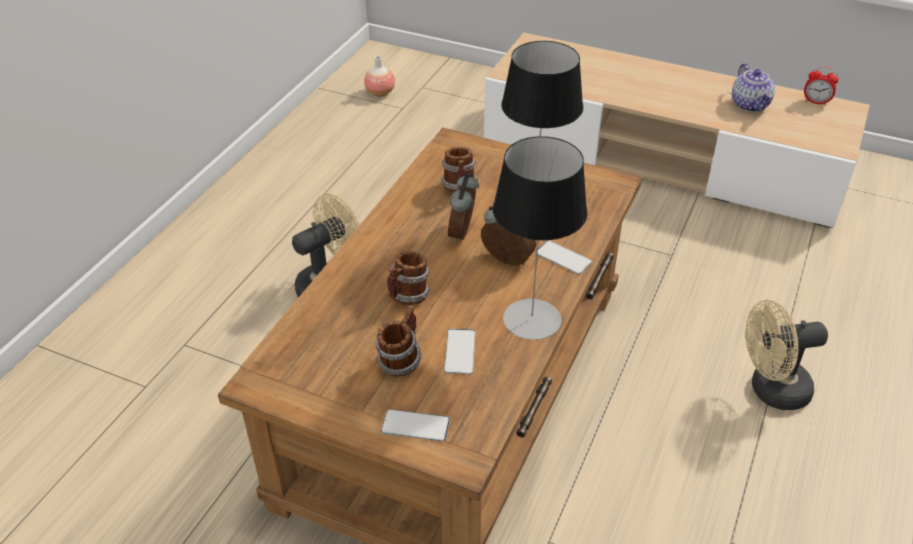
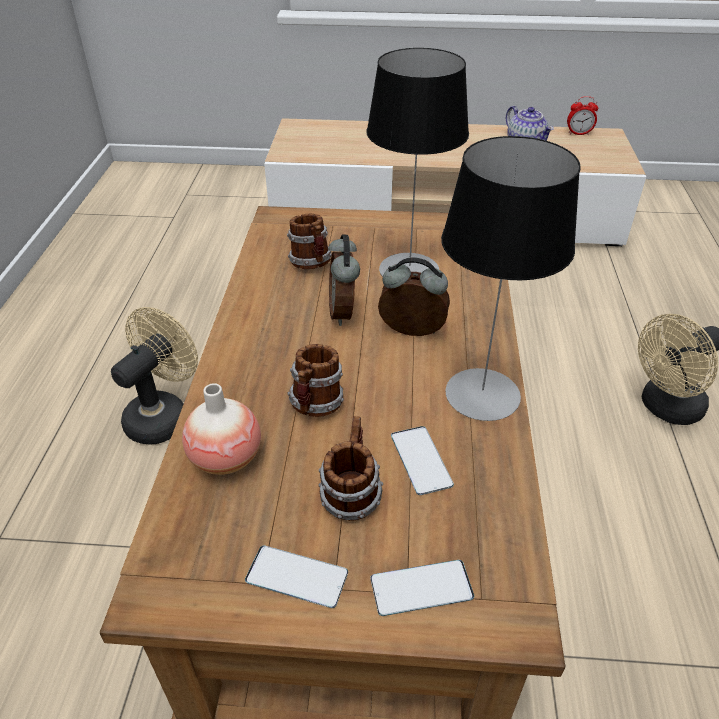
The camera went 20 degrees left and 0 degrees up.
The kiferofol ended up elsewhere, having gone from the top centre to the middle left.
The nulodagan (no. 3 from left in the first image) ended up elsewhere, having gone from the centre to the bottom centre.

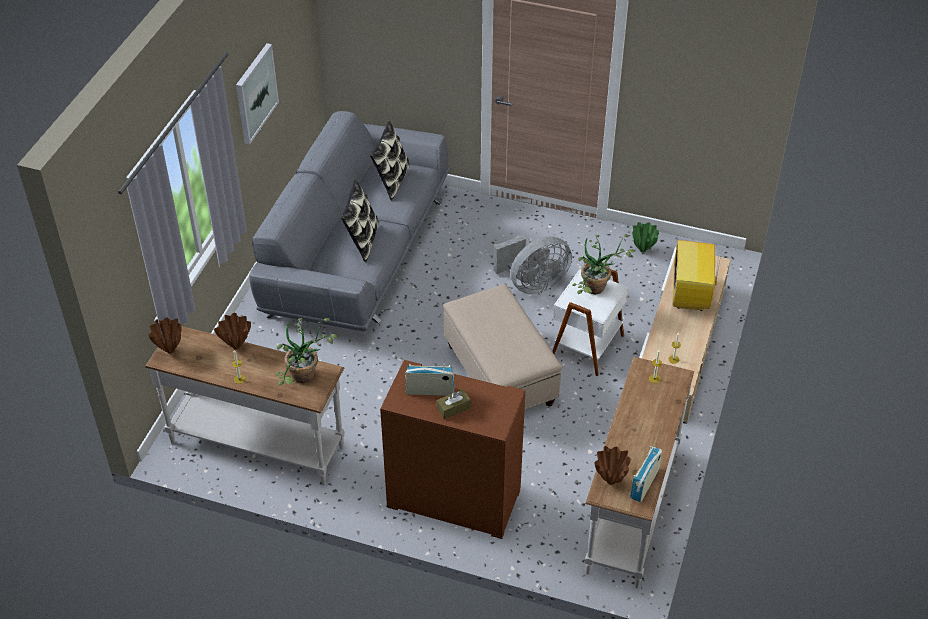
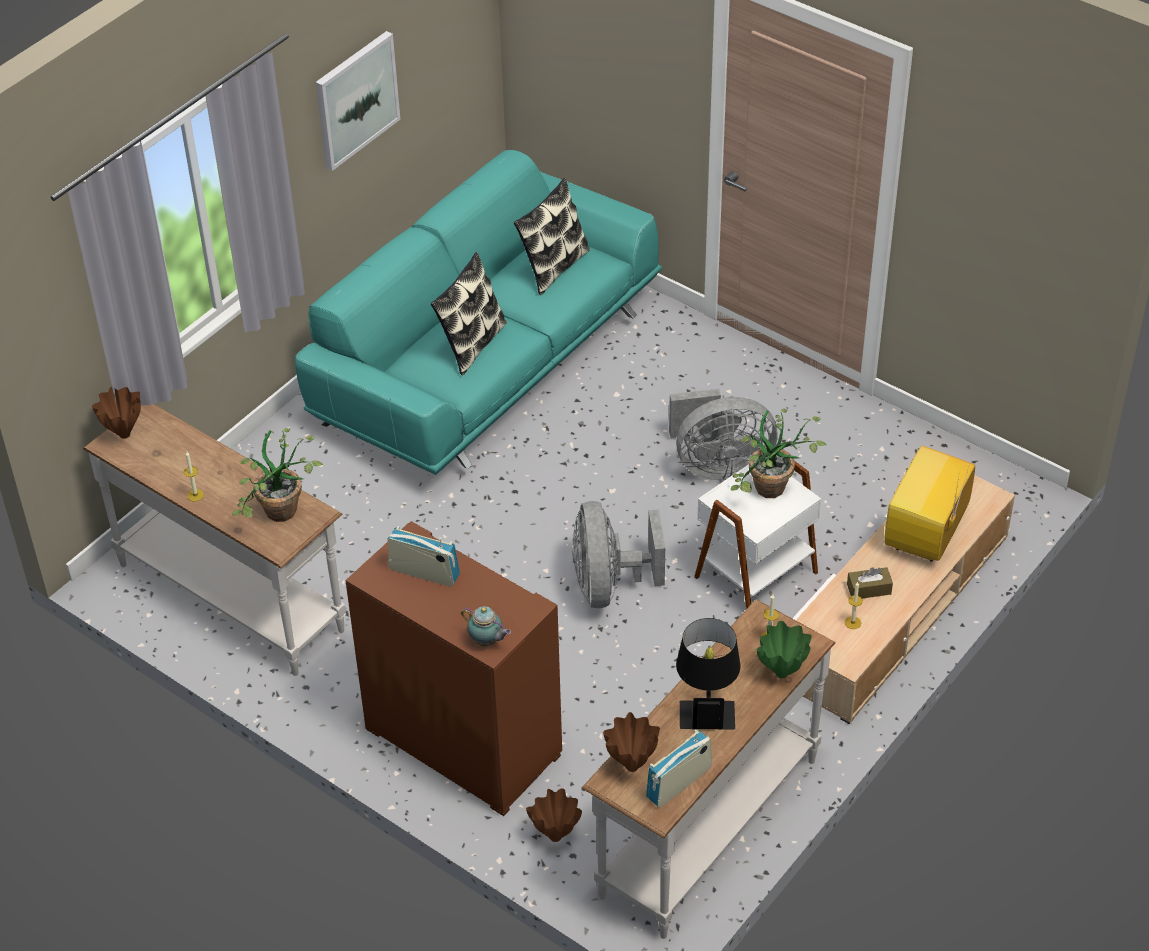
The camera went 20 degrees right and 0 degrees up.
The second view gained the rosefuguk at the centre.
The second view gained the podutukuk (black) at the bottom centre.
The kiferofol (brown) (no. 2 from left) ended up elsewhere, having gone from the middle left to the bottom centre.
The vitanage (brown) ended up elsewhere, having gone from the centre to the middle right.
The kiferofol (green) ended up elsewhere, having gone from the middle right to the bottom right.
Where the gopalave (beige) stood at the centre, the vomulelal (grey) (no. 1 from left) came to stand at the centre.
What was the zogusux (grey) at the centre turned into the zogusux (turquoise) at the top centre.

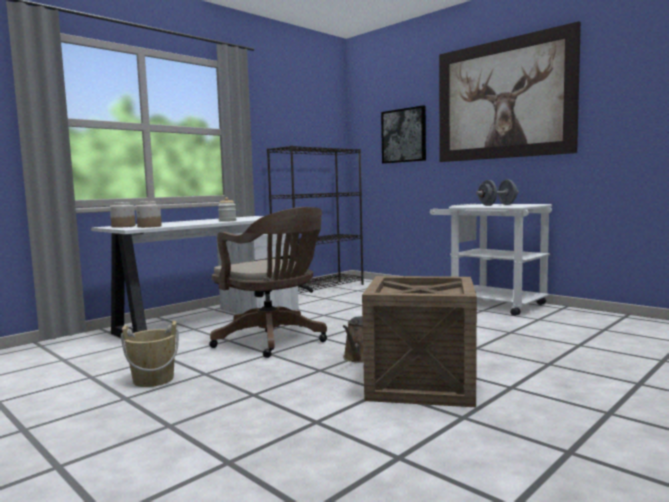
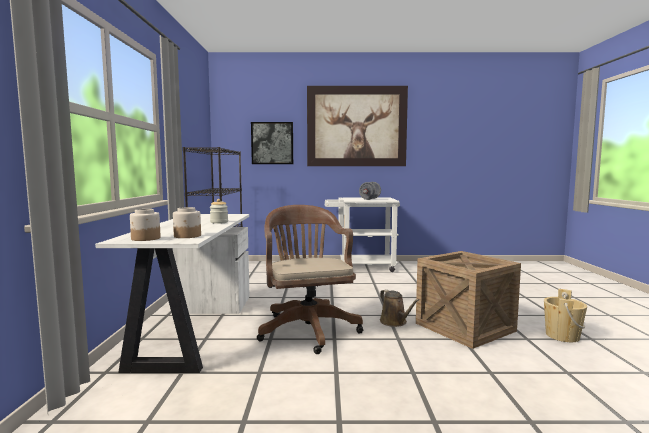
The camera went 45 degrees left and 0 degrees up.
The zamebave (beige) ended up elsewhere, having gone from the bottom left to the bottom right.
The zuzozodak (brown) at the centre ended up facing another way, 105 degrees counterclockwise from before.

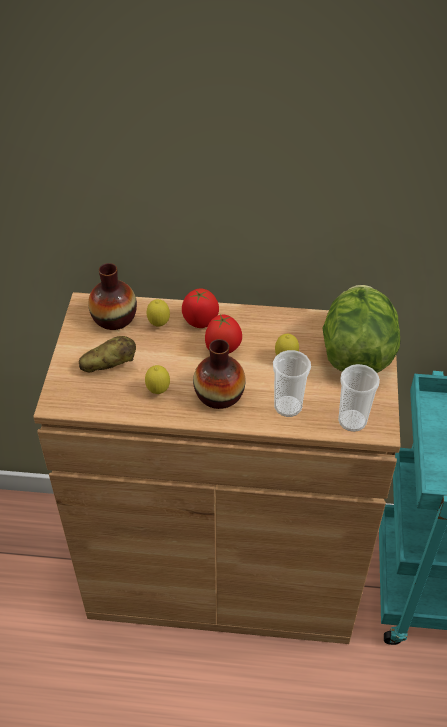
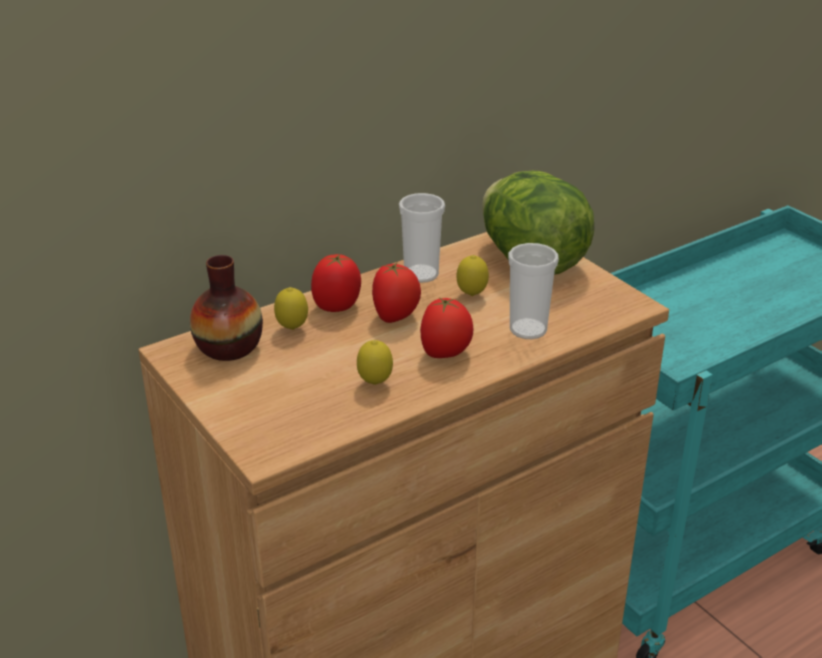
The camera went 40 degrees left and 15 degrees down.
The second view lost the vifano at the middle left.
The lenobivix (no. 2 from left in the first image) ended up elsewhere, having gone from the middle right to the centre.
Where the kiferofol (no. 2 from left) stood at the centre, the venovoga (no. 3 from left) came to stand at the centre.

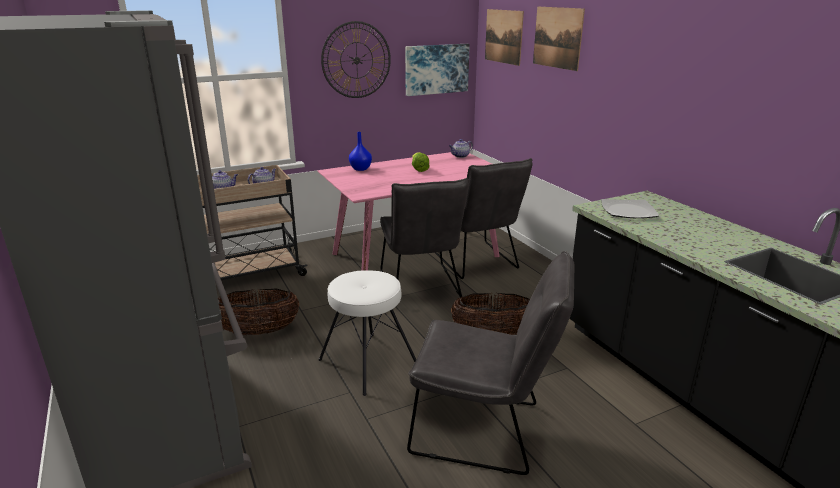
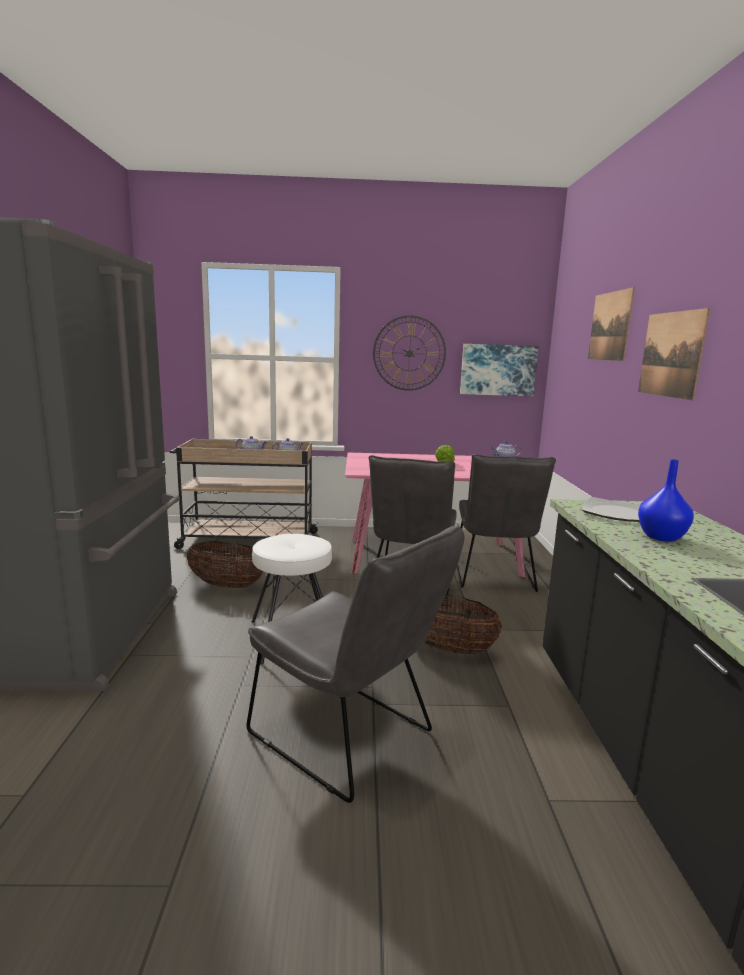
The camera went 25 degrees right and 10 degrees down.
The kiferofol (blue) ended up elsewhere, having gone from the top centre to the middle right.
The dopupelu (no. 2 from left in the first image) ended up elsewhere, having gone from the top centre to the middle right.

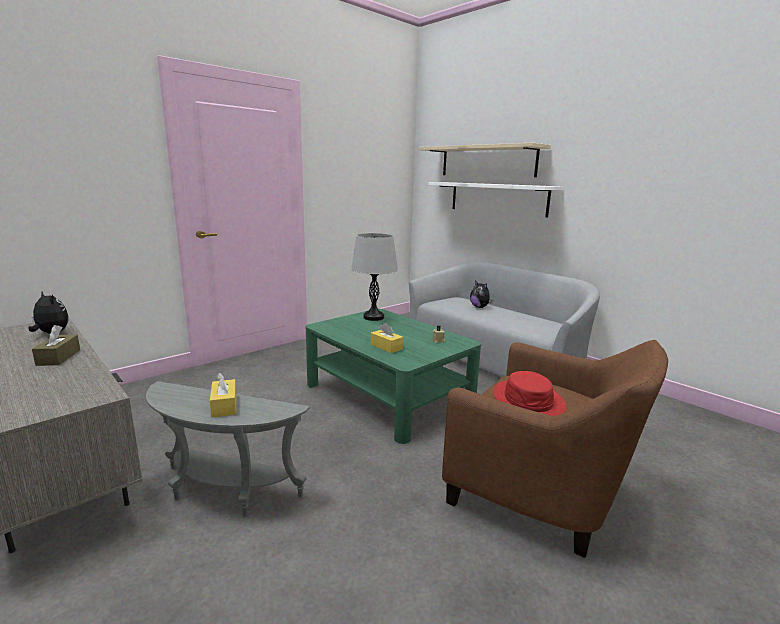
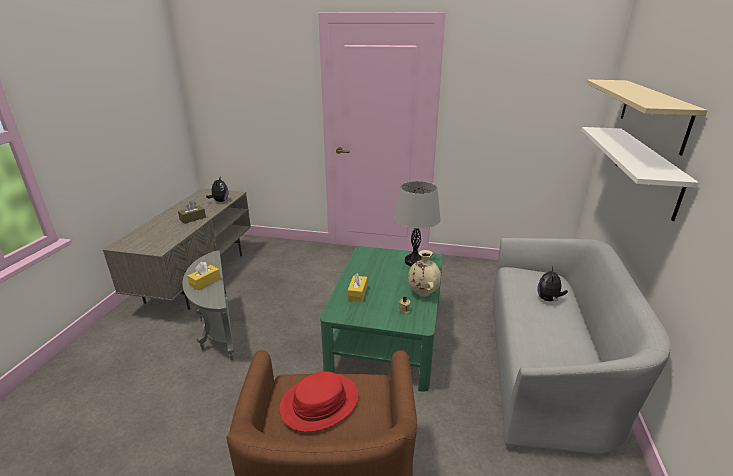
The camera went 55 degrees right and 10 degrees up.
The second view gained the kiferofol (beige) at the centre.

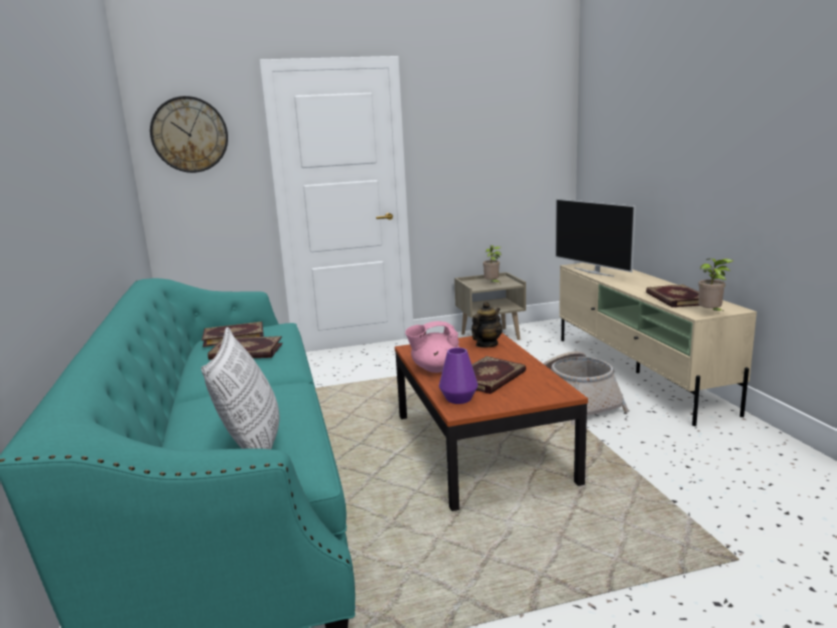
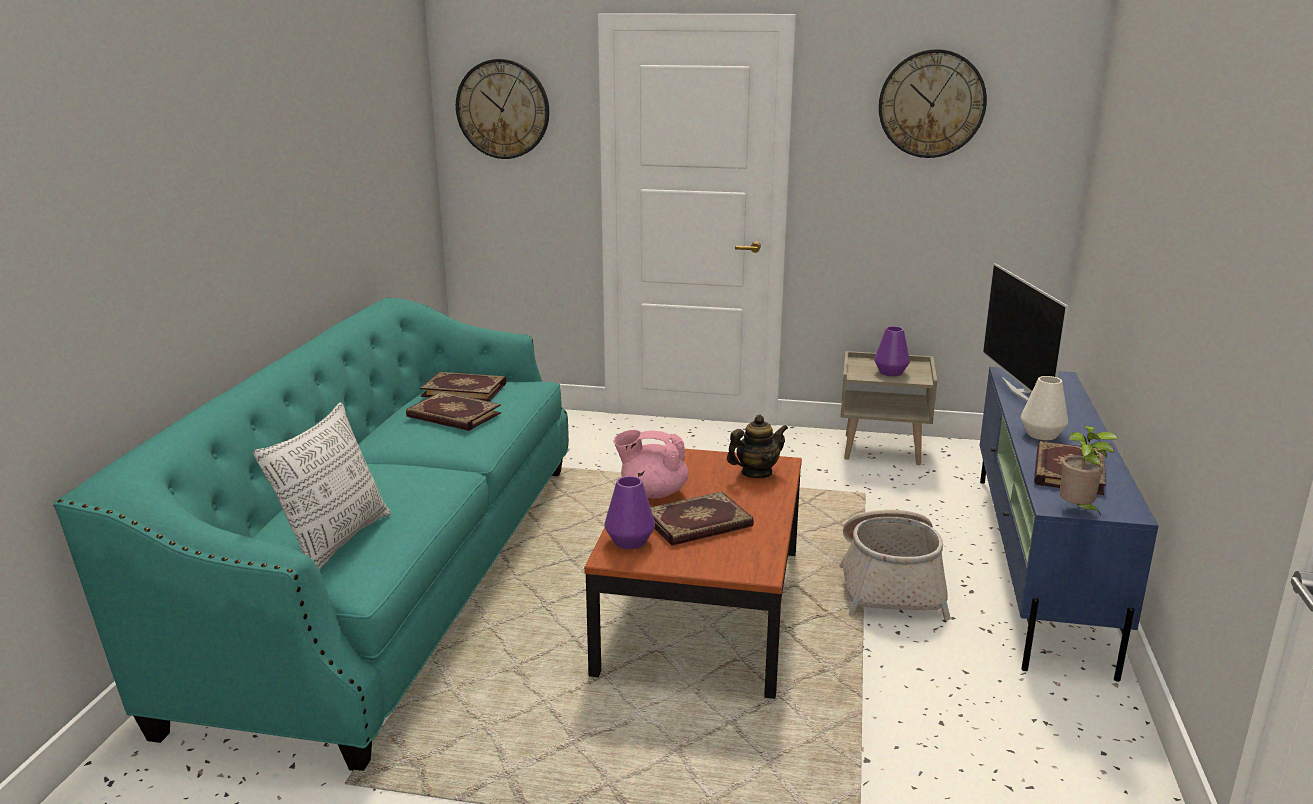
The camera went 25 degrees right and 5 degrees up.
The second view gained the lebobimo (no. 2 from left) at the top right.
The second view gained the kiferofol (white) at the middle right.
Where the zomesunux (no. 1 from left) stood at the centre, the kiferofol (purple) (no. 2 from left) came to stand at the middle right.
What was the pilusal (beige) at the middle right turned into the pilusal (blue) at the middle right.

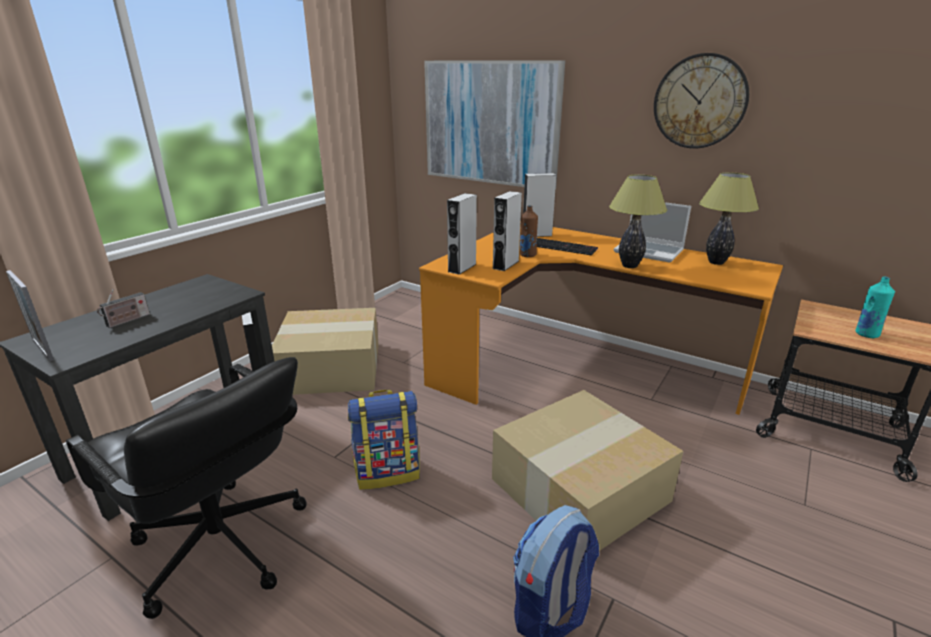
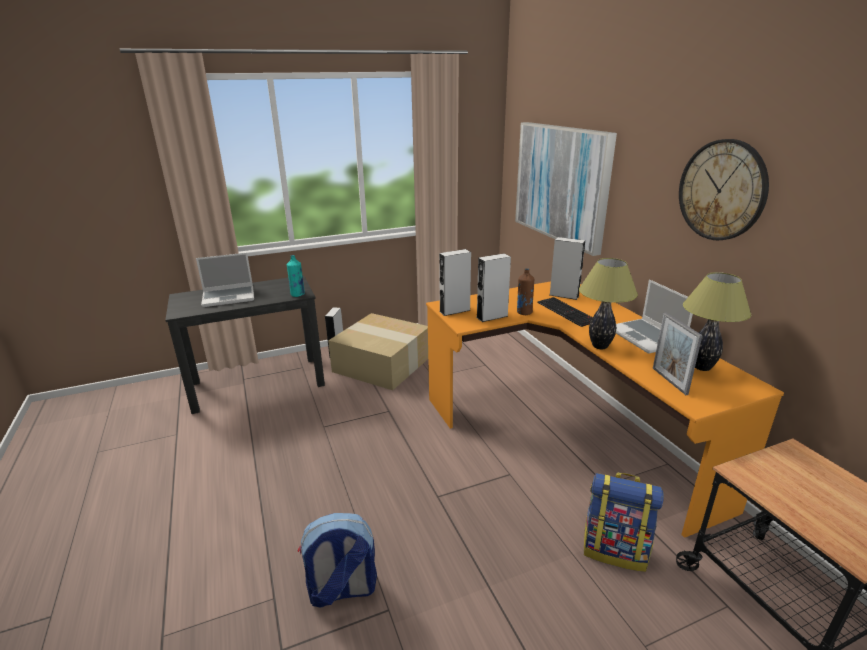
The camera went 35 degrees right and 0 degrees up.
The second view lost the zuzozodak (black) at the bottom left.
The second view lost the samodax (no. 2 from left) at the bottom centre.
The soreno ended up elsewhere, having gone from the middle left to the middle right.
The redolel (no. 1 from left in the first image) ended up elsewhere, having gone from the bottom centre to the bottom right.
The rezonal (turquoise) ended up elsewhere, having gone from the middle right to the centre.
Where the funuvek stood at the middle left, the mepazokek (no. 1 from left) came to stand at the middle left.

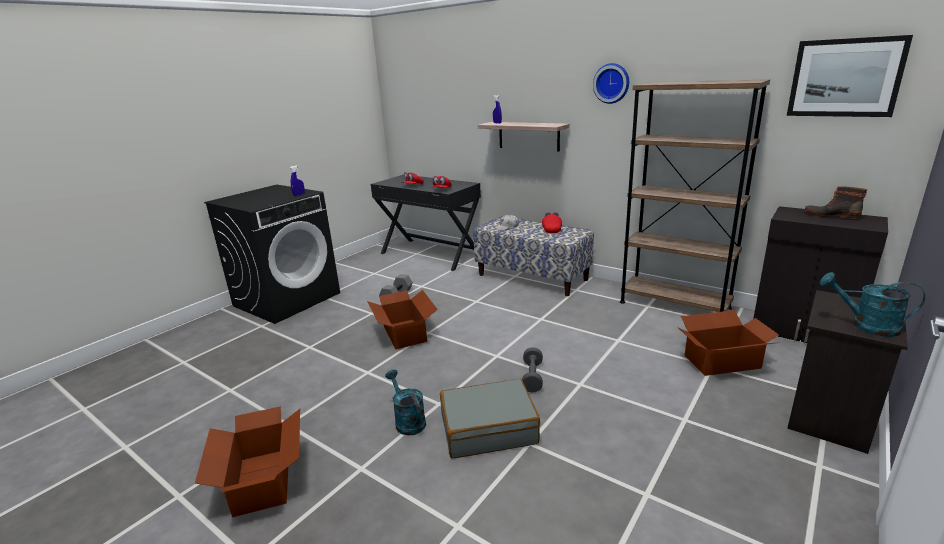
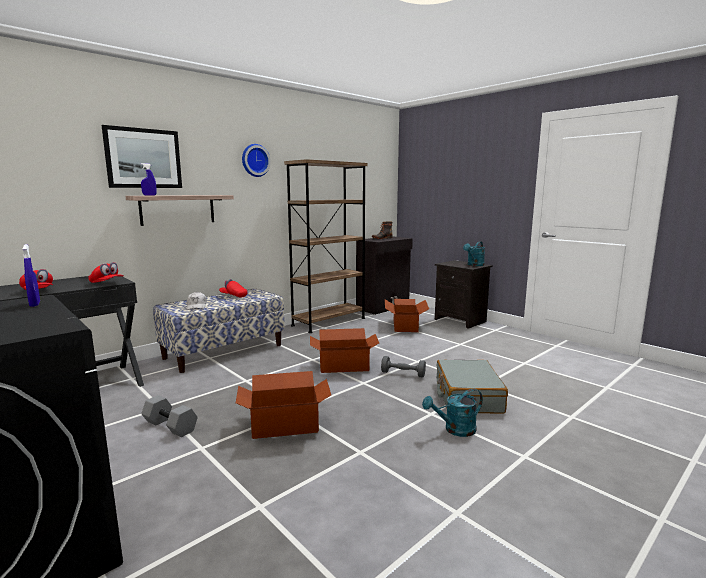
The camera went 80 degrees left and 10 degrees down.
The samodax (no. 1 from left in the first image) ended up elsewhere, having gone from the bottom left to the centre.
The dopupelu ended up elsewhere, having gone from the top right to the top left.

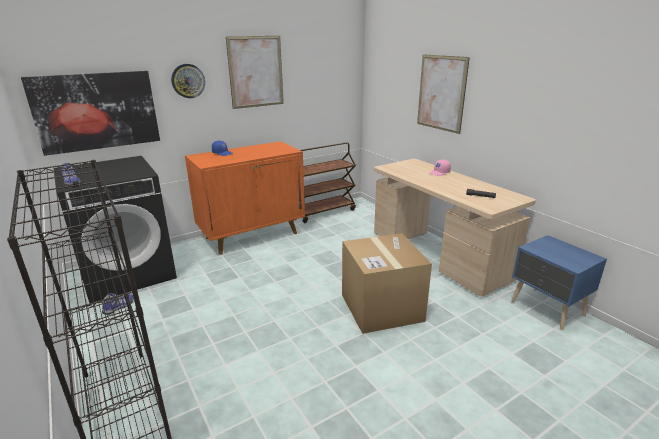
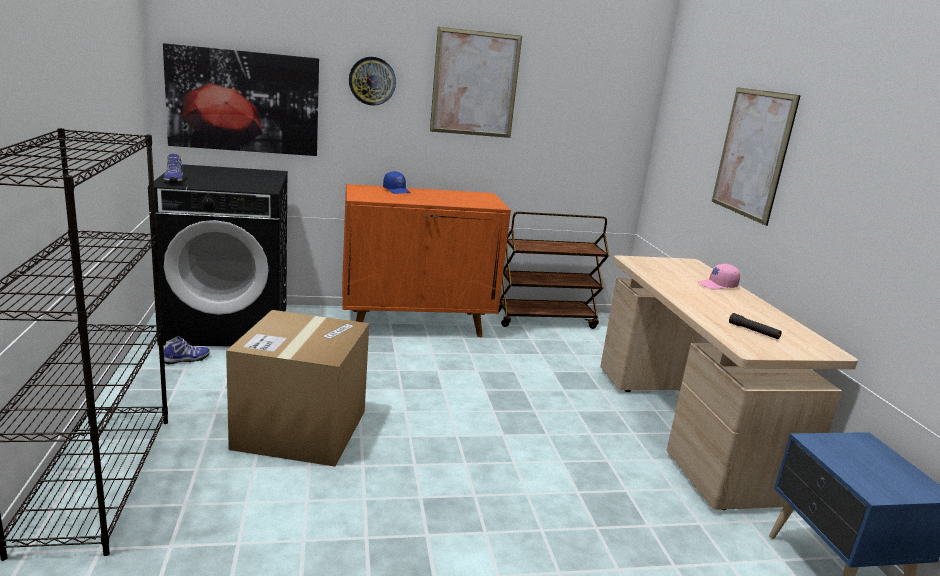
The camera went 20 degrees right and 5 degrees down.
The samodax ended up elsewhere, having gone from the centre to the bottom left.

